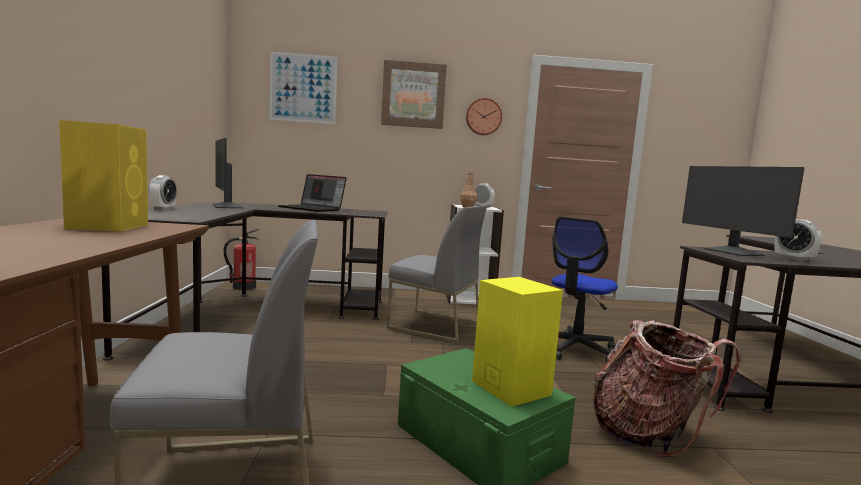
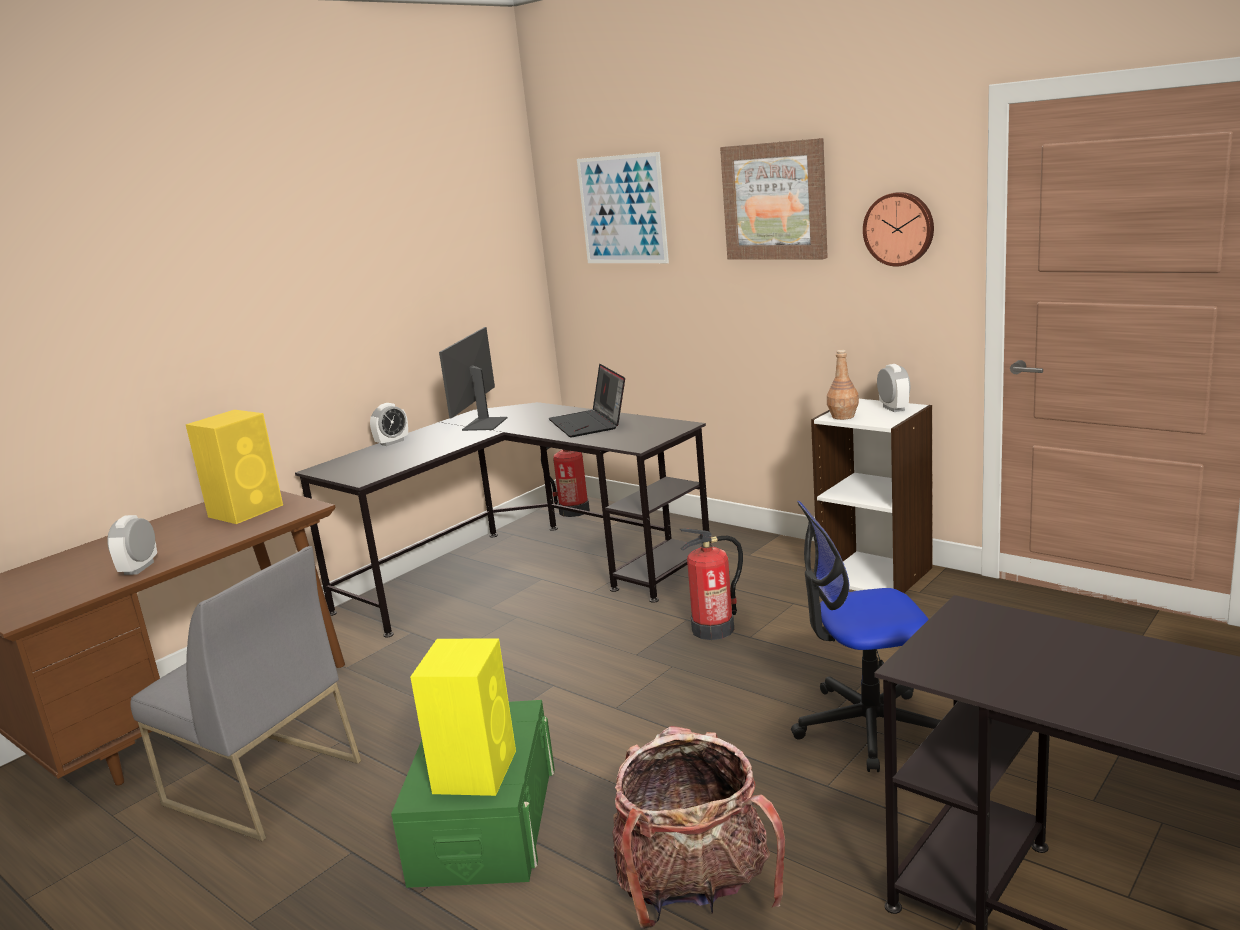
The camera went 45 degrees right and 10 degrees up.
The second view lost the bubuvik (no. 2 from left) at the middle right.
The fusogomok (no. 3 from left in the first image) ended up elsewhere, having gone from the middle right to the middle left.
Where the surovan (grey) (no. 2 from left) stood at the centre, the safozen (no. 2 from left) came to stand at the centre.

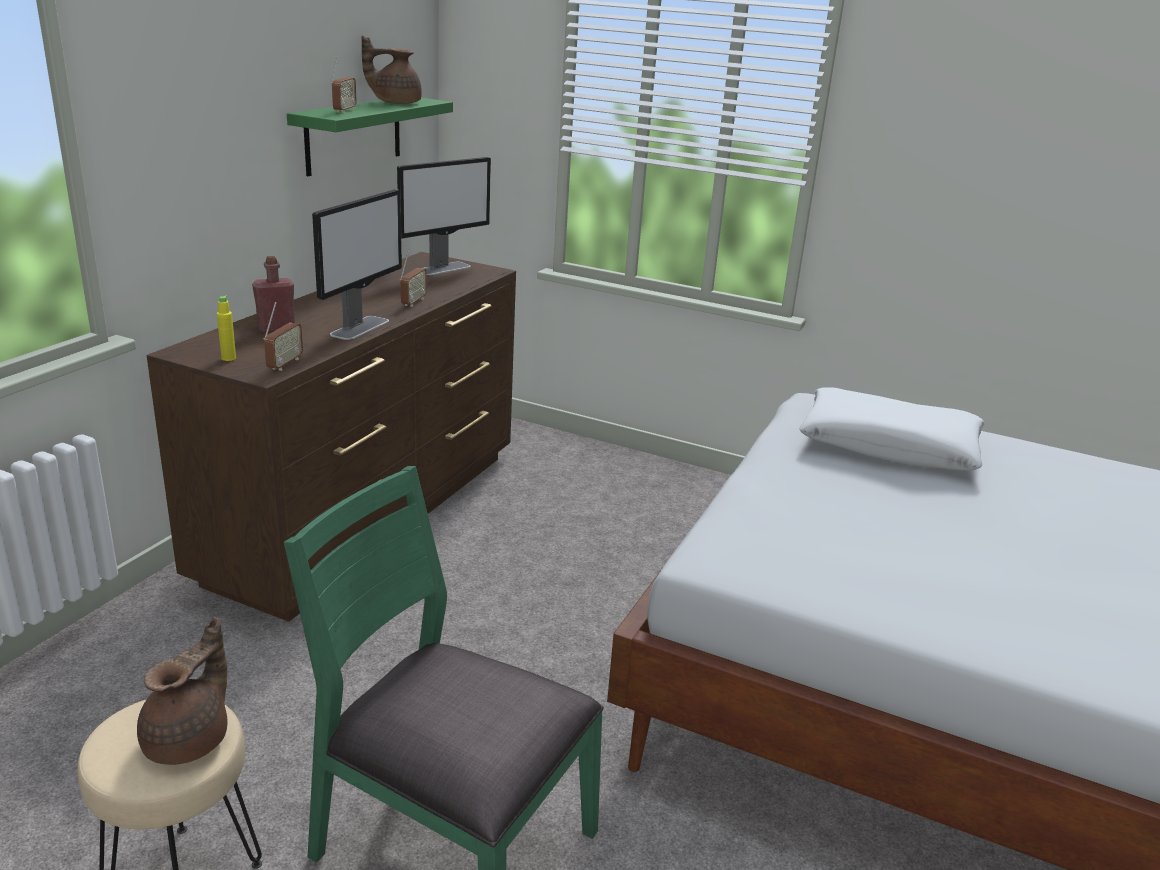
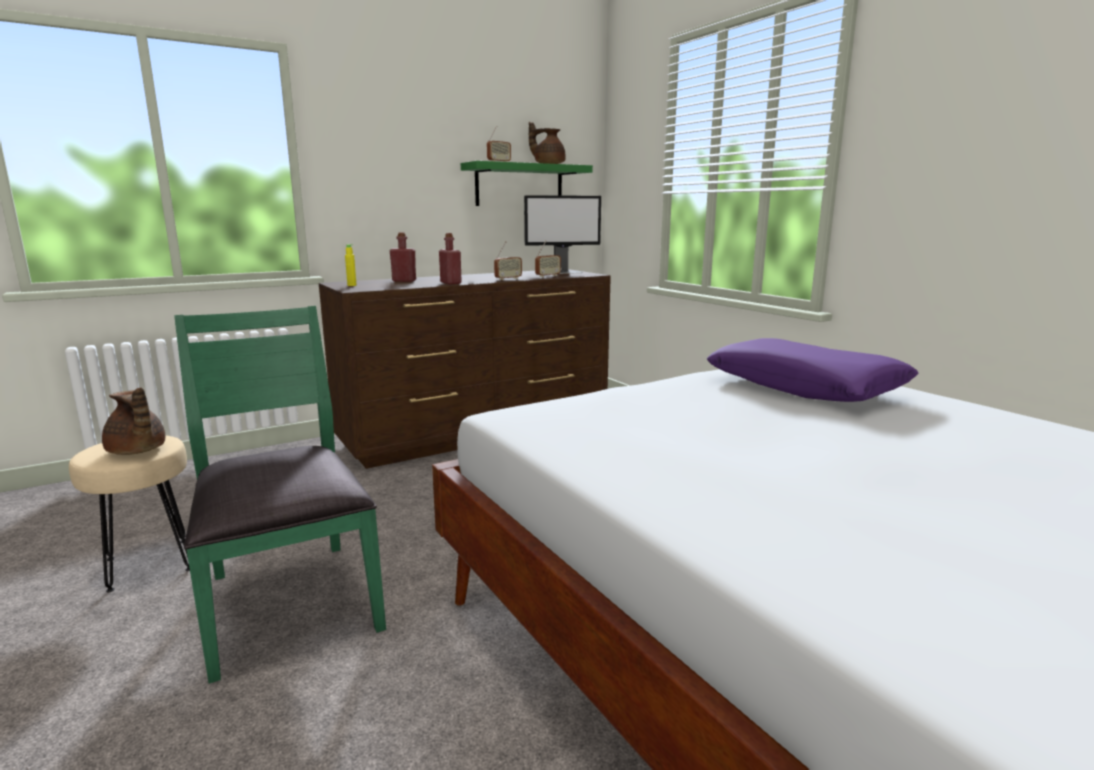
The camera went 35 degrees right and 10 degrees down.
The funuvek (no. 1 from left in the first image) ended up elsewhere, having gone from the middle left to the centre.
Where the bubuvik (no. 1 from left) stood at the top left, the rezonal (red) (no. 2 from left) came to stand at the centre.
What was the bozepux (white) at the middle right turned into the bozepux (purple) at the middle right.
The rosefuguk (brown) (no. 1 from left) at the bottom left ended up facing another way, 75 degrees clockwise from before.

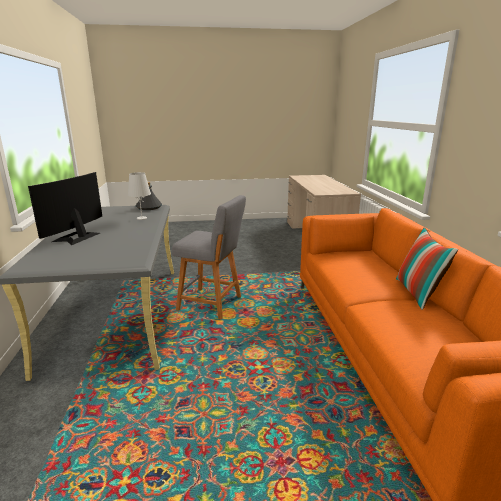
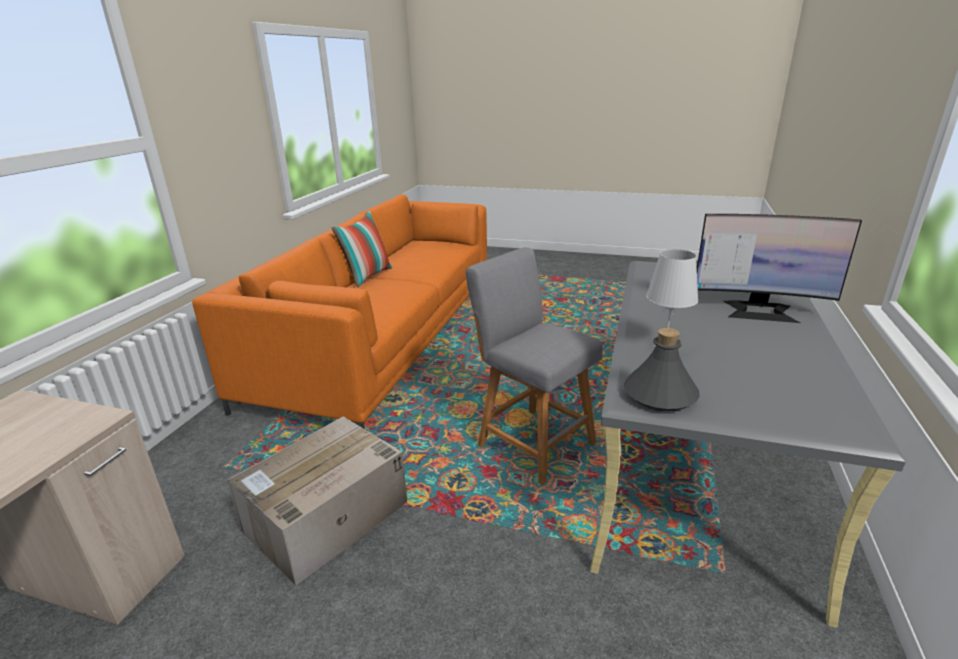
The camera went 155 degrees left and 5 degrees up.
The second view gained the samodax at the bottom left.
The bubuvik at the middle left ended up facing another way, 60 degrees clockwise from before.

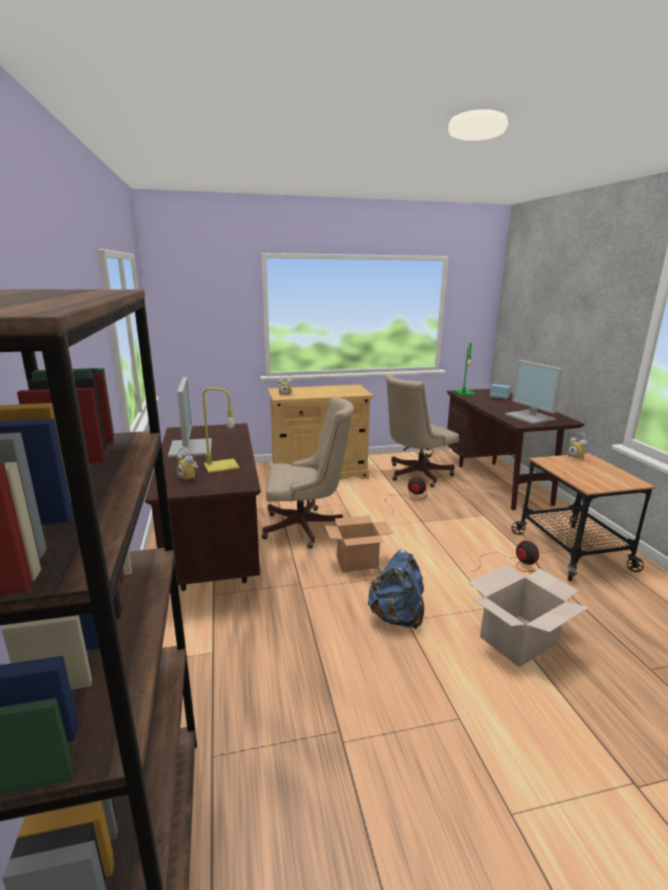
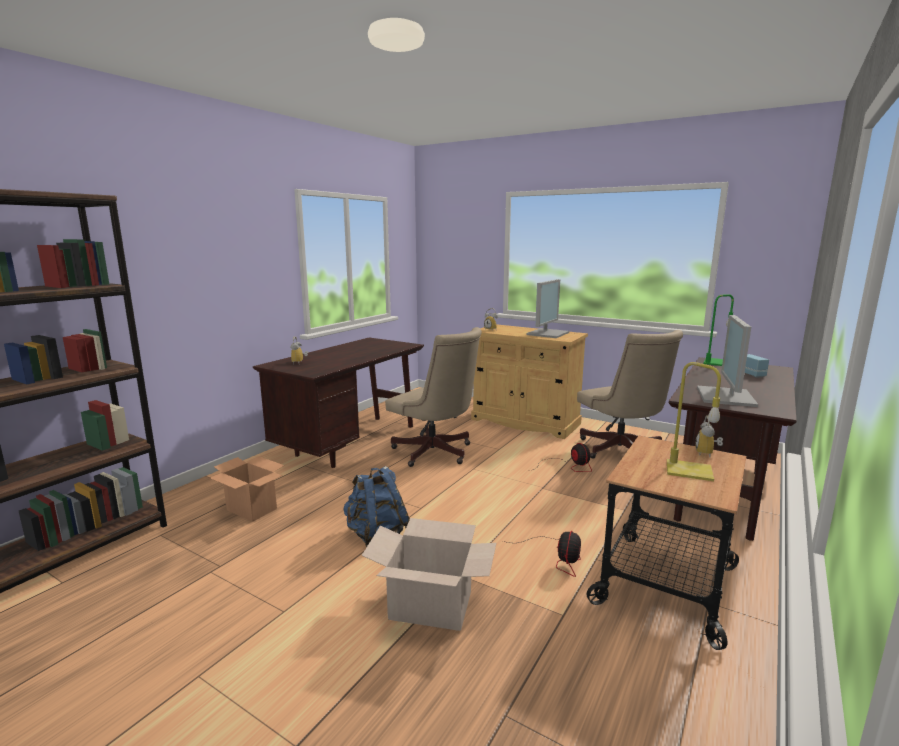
The camera went 45 degrees right and 5 degrees down.
The bubuvik (no. 1 from left) ended up elsewhere, having gone from the middle left to the centre.
The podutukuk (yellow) ended up elsewhere, having gone from the middle left to the middle right.
The samodax (no. 1 from left) ended up elsewhere, having gone from the centre to the middle left.
The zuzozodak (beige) (no. 2 from left) at the centre ended up facing another way, 120 degrees counterclockwise from before.

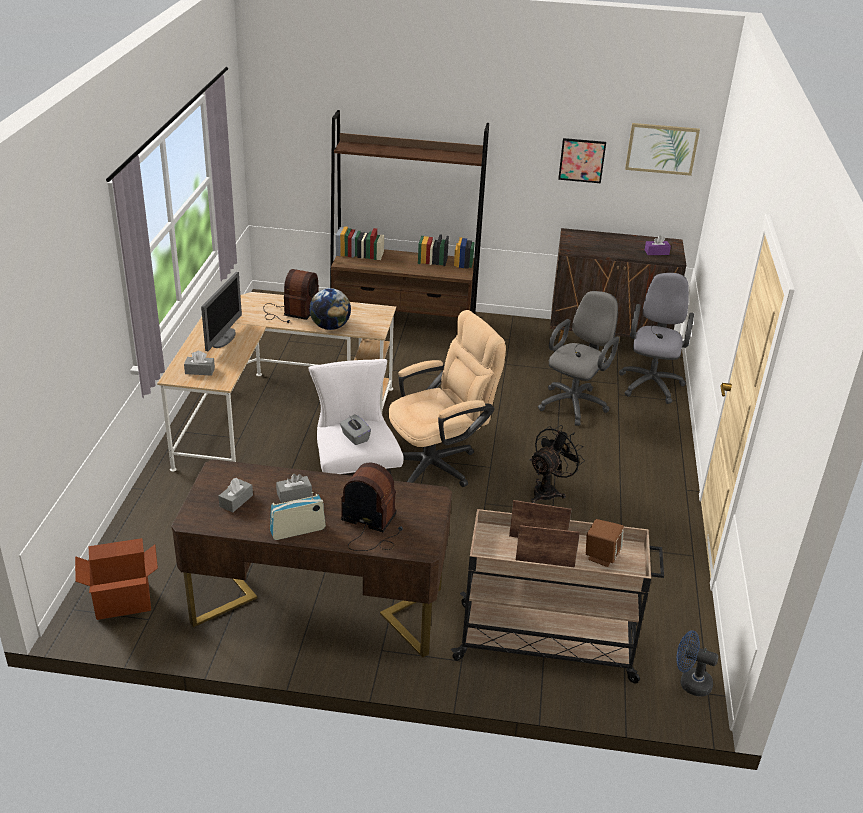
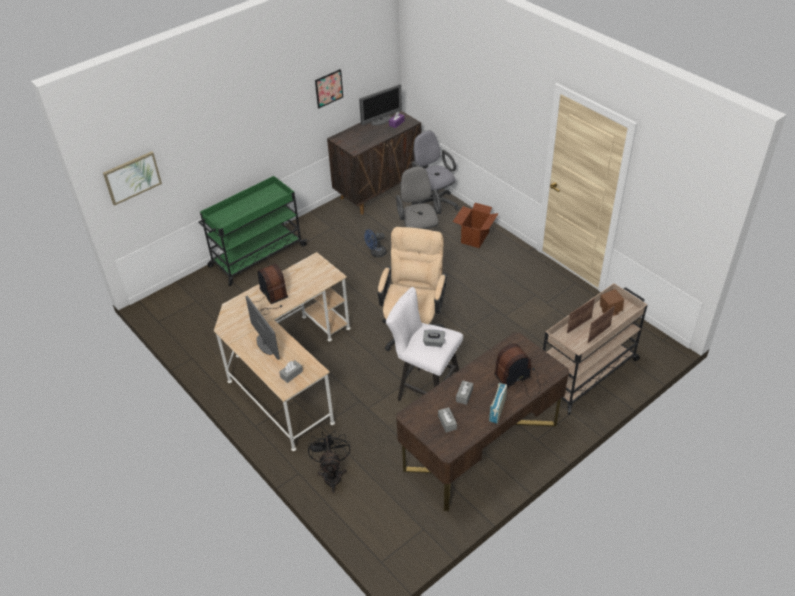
The camera went 45 degrees left and 10 degrees up.
The second view lost the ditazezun at the centre.
The second view gained the bubuvik (no. 2 from left) at the top centre.
The samodax ended up elsewhere, having gone from the bottom left to the centre.
The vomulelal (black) ended up elsewhere, having gone from the centre to the bottom centre.
The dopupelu (no. 2 from left in the first image) ended up elsewhere, having gone from the top right to the top left.
The vomulelal (blue) ended up elsewhere, having gone from the bottom right to the centre.
Where the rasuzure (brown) stood at the top centre, the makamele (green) came to stand at the middle left.

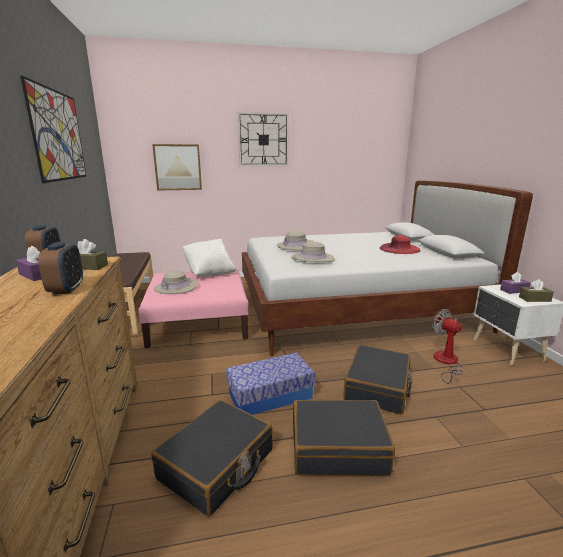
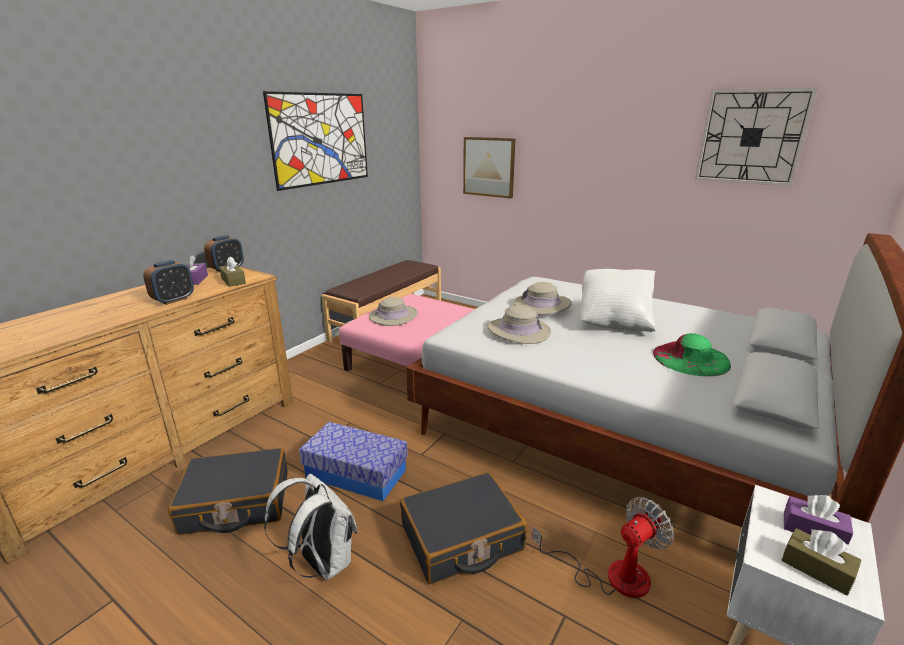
The camera went 45 degrees right and 5 degrees up.
The bozepux (white) ended up elsewhere, having gone from the centre to the middle right.
The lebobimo ended up elsewhere, having gone from the top centre to the top right.
Where the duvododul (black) (no. 2 from left) stood at the bottom centre, the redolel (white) came to stand at the bottom centre.
What was the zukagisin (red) at the middle right turned into the zukagisin (green) at the middle right.
The vomulelal at the middle right ended up facing another way, 45 degrees clockwise from before.

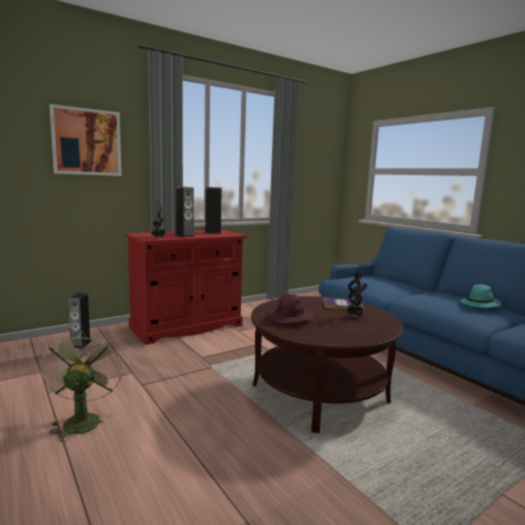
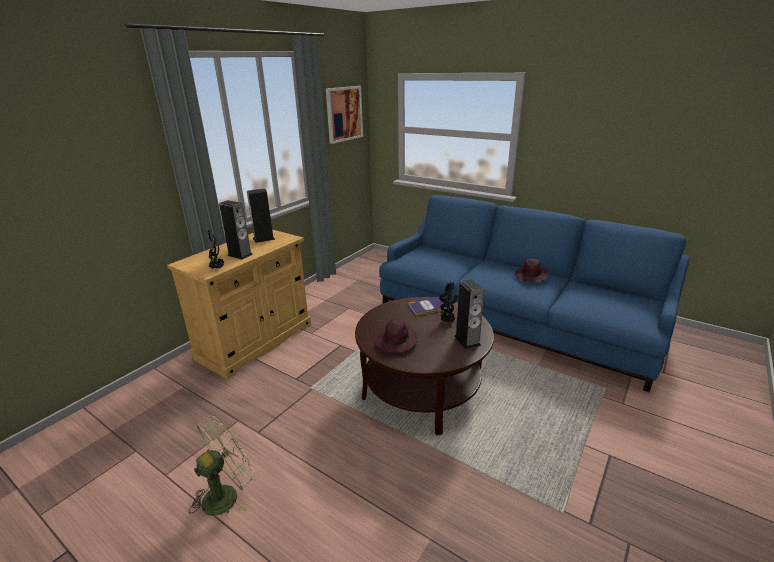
The camera went 20 degrees left and 15 degrees up.
The dopupelu ended up elsewhere, having gone from the top left to the top centre.
The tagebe (no. 1 from left in the first image) ended up elsewhere, having gone from the middle left to the centre.
What was the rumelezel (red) at the centre turned into the rumelezel (beige) at the middle left.
What was the zukagisin (turquoise) at the middle right turned into the zukagisin (purple) (no. 2 from left) at the middle right.
The vomulelal (green) at the bottom left ended up facing another way, 75 degrees clockwise from before.

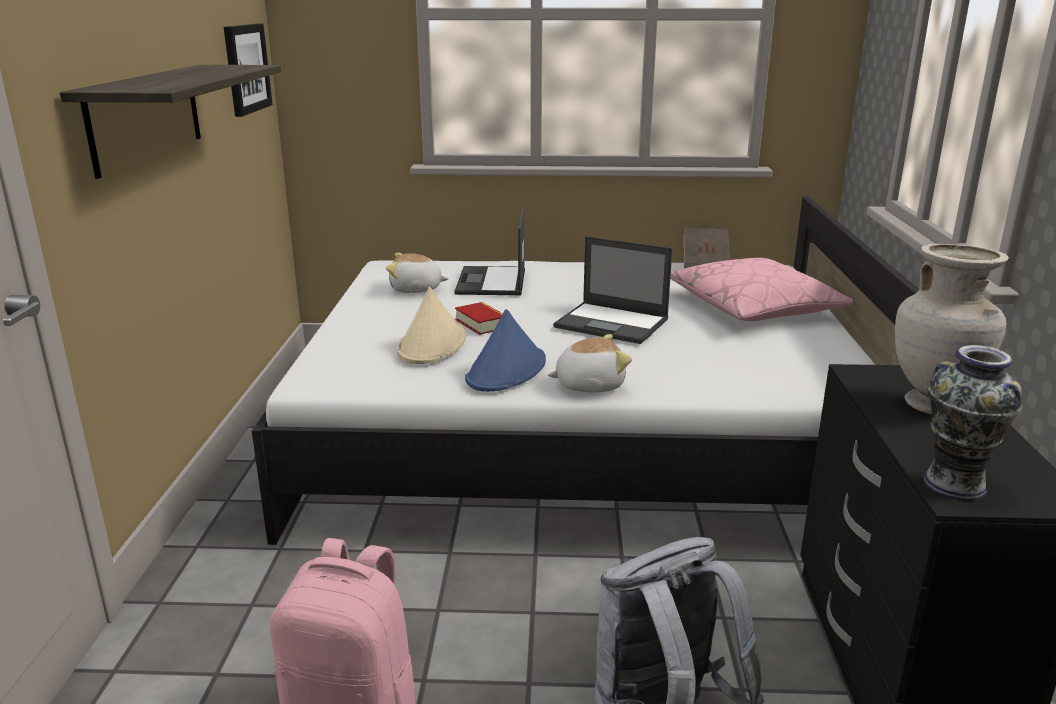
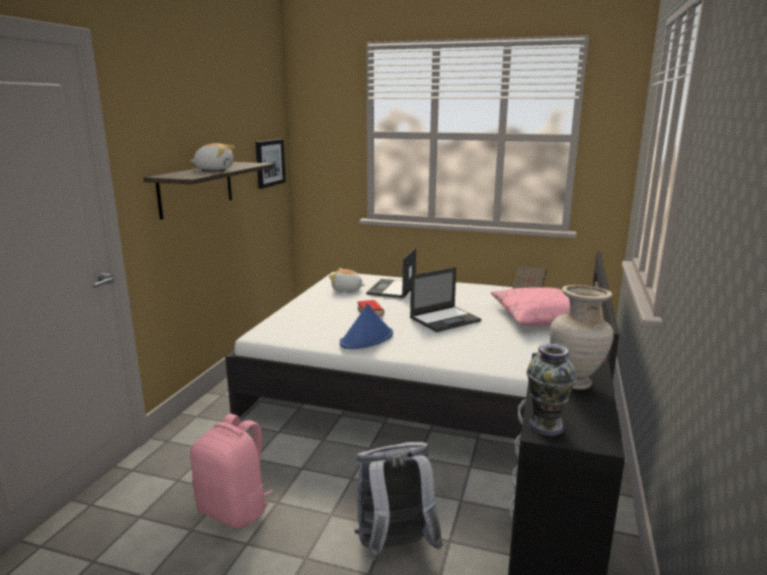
The camera went 15 degrees right and 5 degrees down.
The second view lost the zukagisin (beige) at the centre.
The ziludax (no. 2 from left in the first image) ended up elsewhere, having gone from the centre to the top left.
The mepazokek (no. 2 from left) at the centre ended up facing another way, 75 degrees counterclockwise from before.

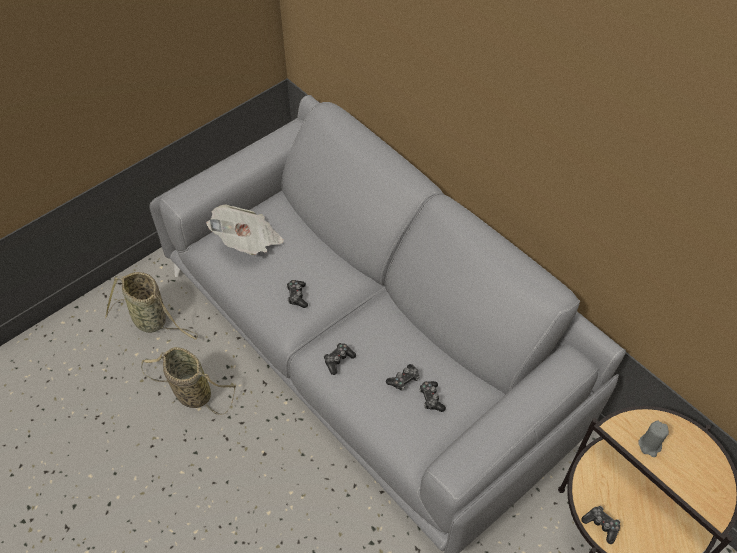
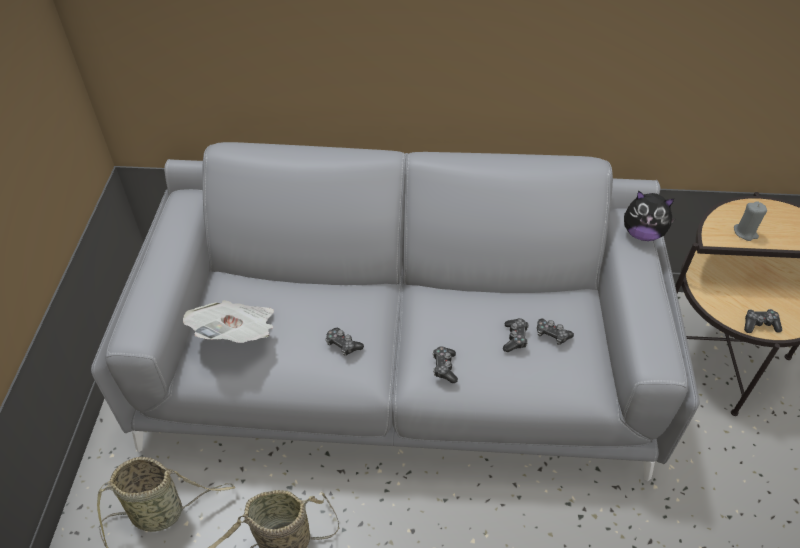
The camera went 45 degrees left and 5 degrees down.
The second view gained the ziludax at the middle right.

